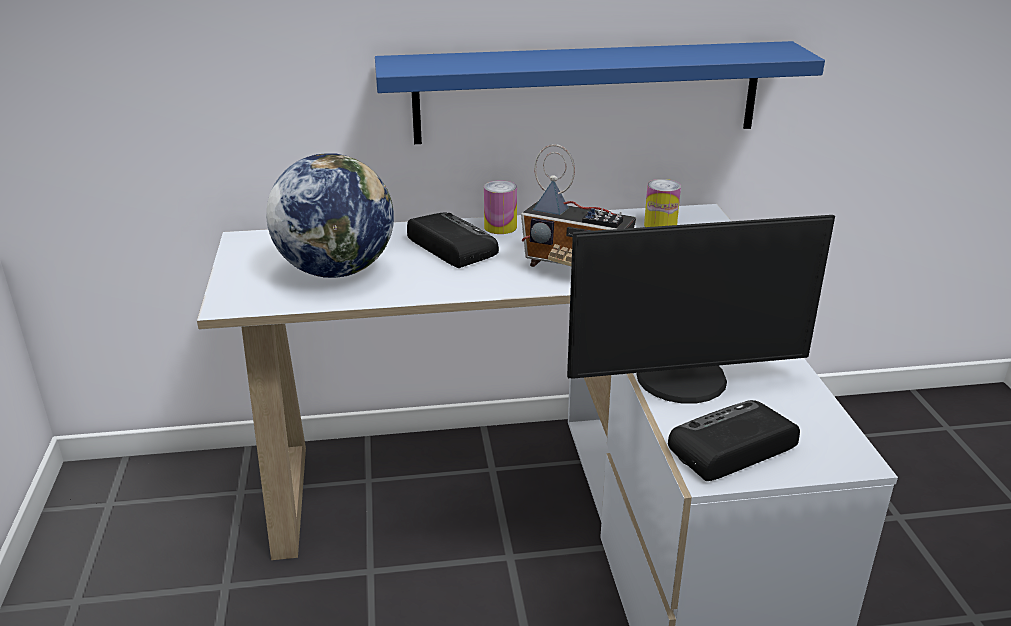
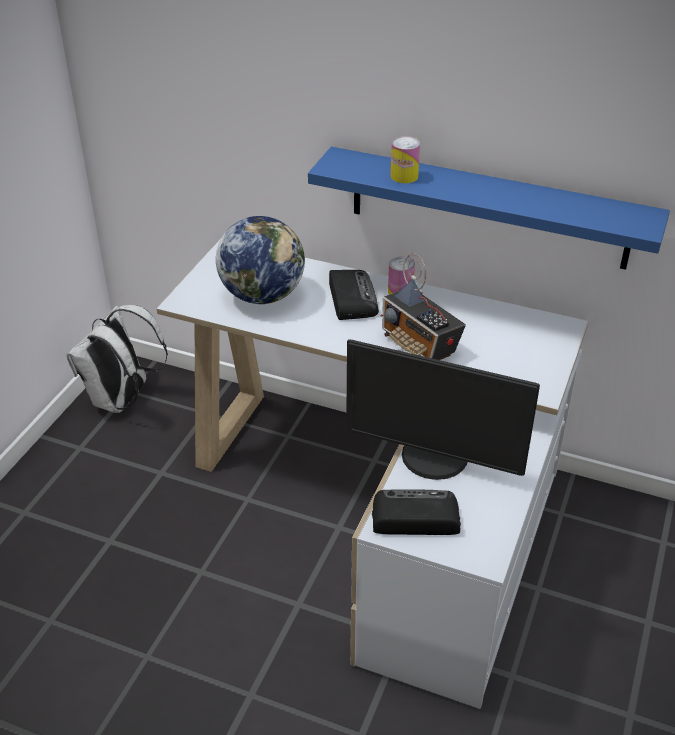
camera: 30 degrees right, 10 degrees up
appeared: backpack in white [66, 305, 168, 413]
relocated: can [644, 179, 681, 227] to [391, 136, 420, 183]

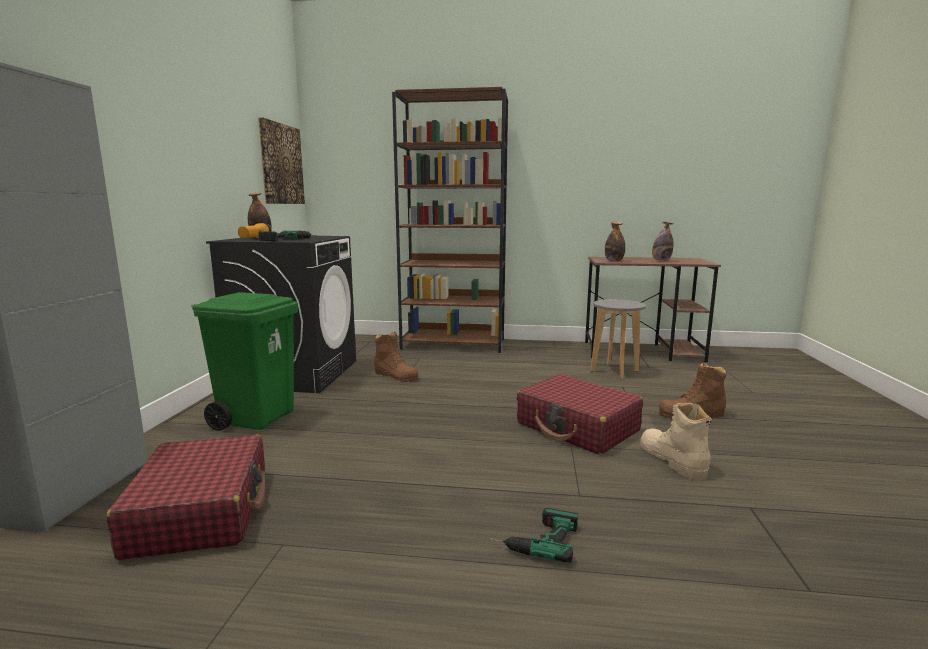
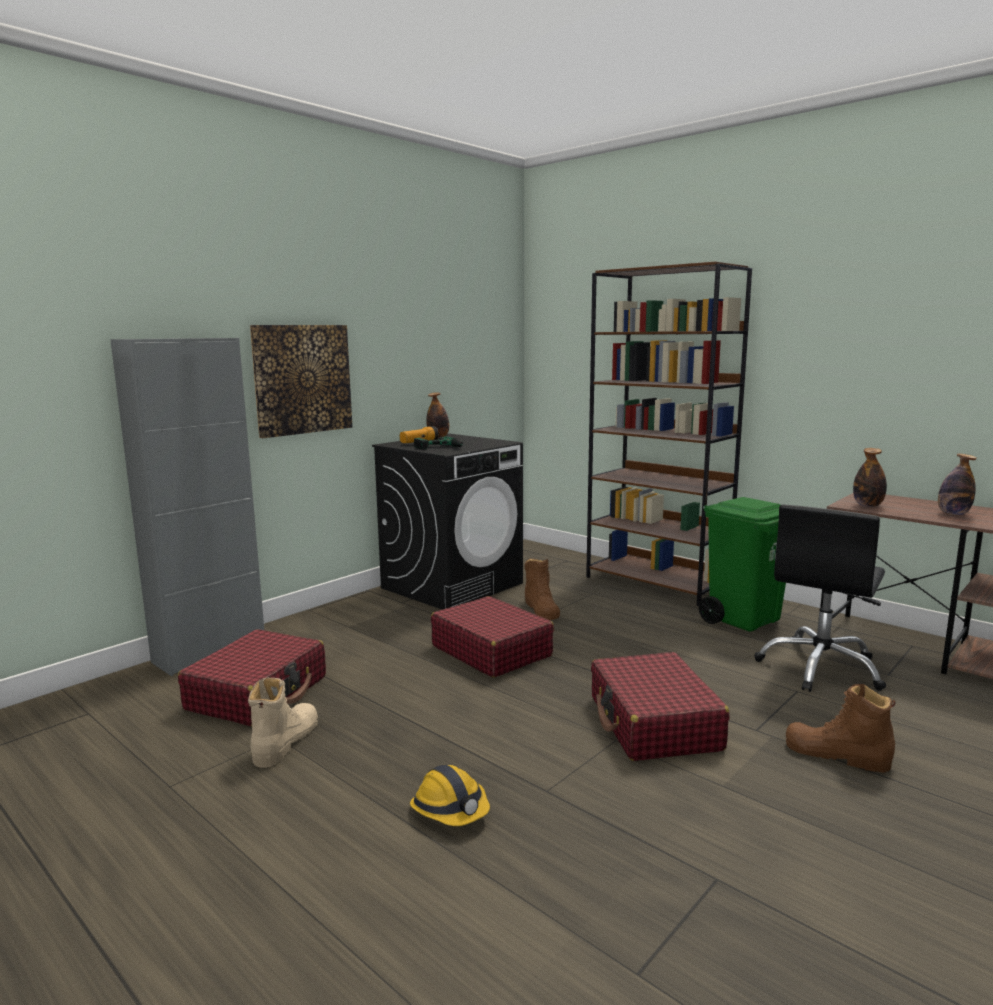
camera: 35 degrees right, 0 degrees up
appeared: suitcase in red [431, 596, 554, 677]
relocated: trash can in green [191, 292, 298, 431] to [699, 497, 786, 632]; picture [258, 118, 305, 204] to [250, 325, 352, 438]; boot in beige [640, 402, 712, 480] to [248, 677, 318, 768]
exchanged: power drill [490, 508, 578, 563] to hard hat [410, 765, 490, 826]; stool in grey [591, 299, 646, 379] to office chair in black [754, 505, 886, 692]

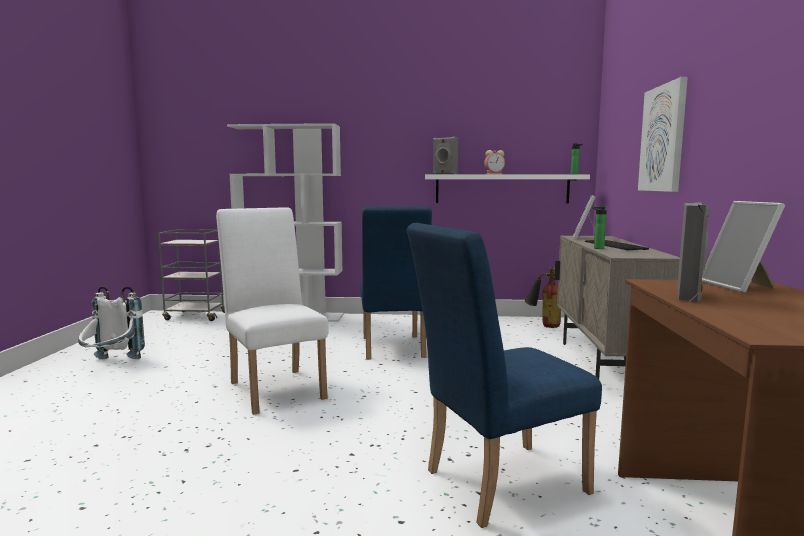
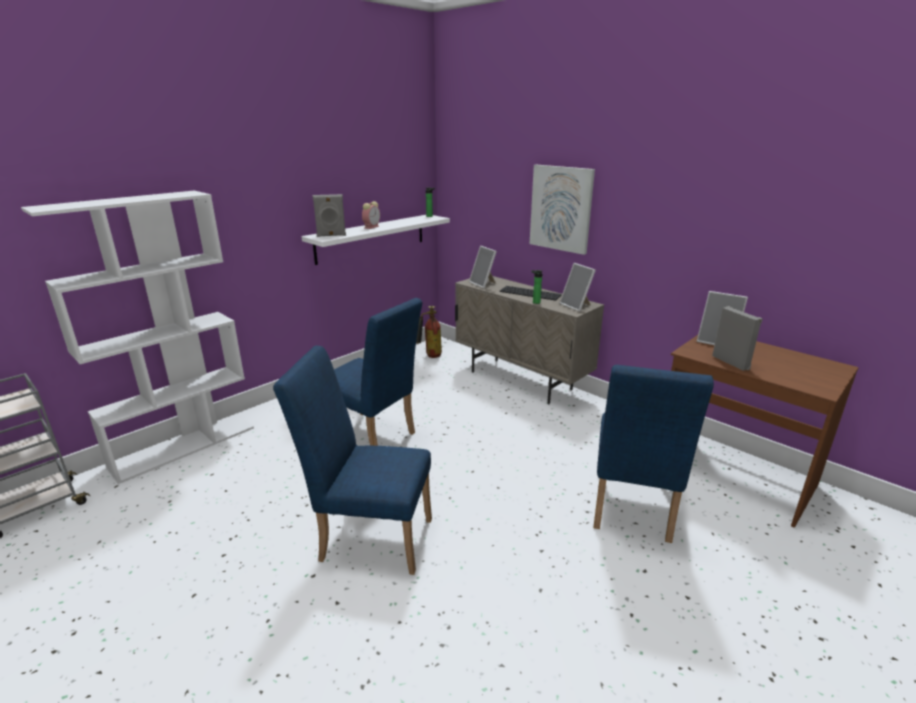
camera: 50 degrees left, 15 degrees up
missing: backpack in white [78, 286, 145, 359]
appeared: picture frame [559, 263, 596, 312]
colour: chair in white [216, 207, 328, 415] to chair in blue [273, 346, 432, 575]

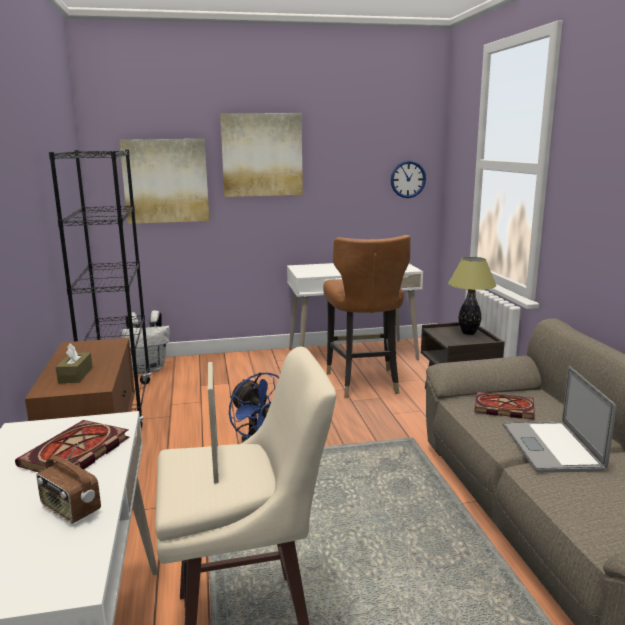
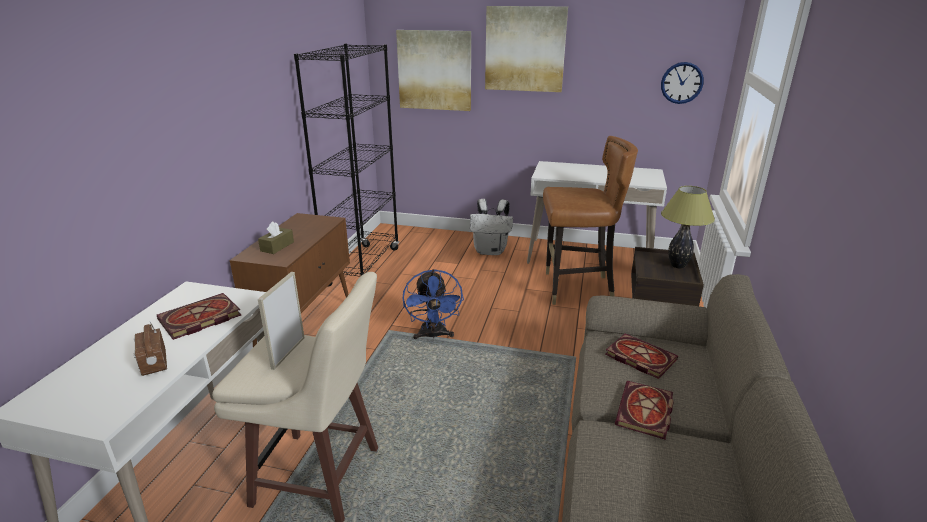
camera: 25 degrees right, 10 degrees up
relocated: backpack in white [121, 310, 170, 374] to [470, 199, 513, 255]
exchanged: laptop [503, 366, 616, 473] to book [615, 381, 673, 440]
spun: chair in brown [323, 235, 411, 398] = [543, 136, 638, 305] 105 degrees counterclockwise

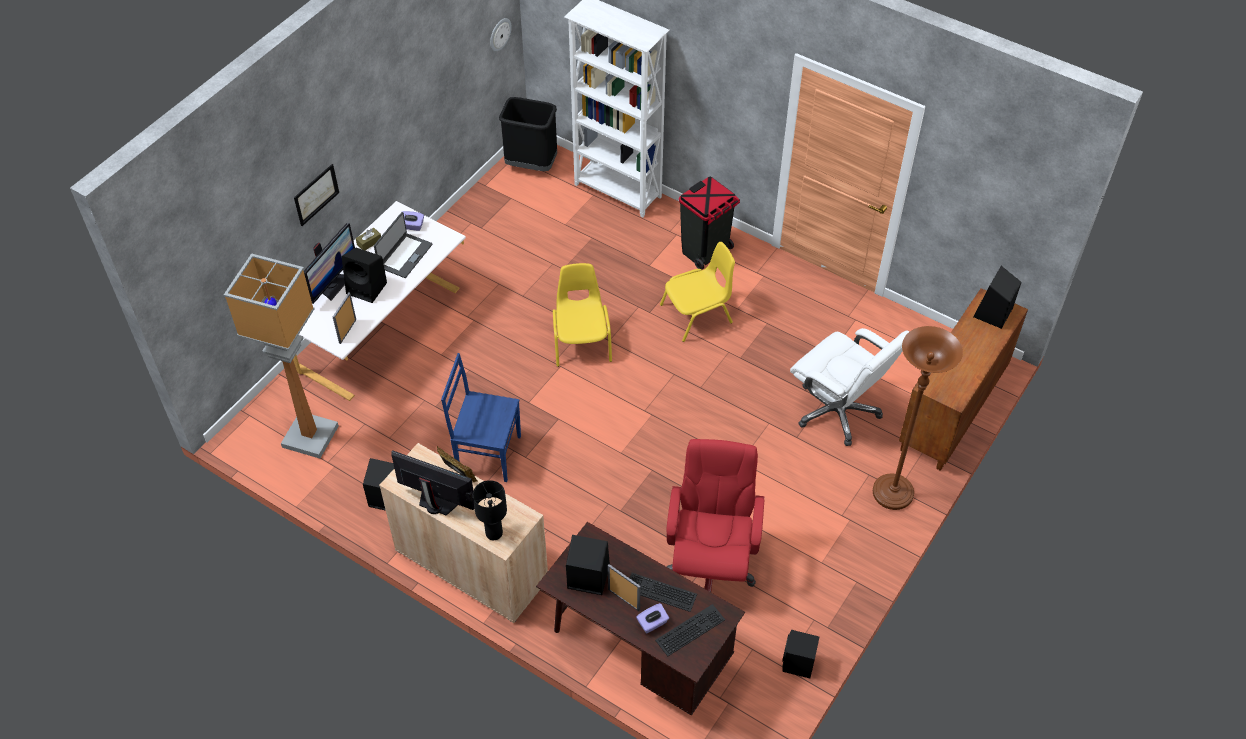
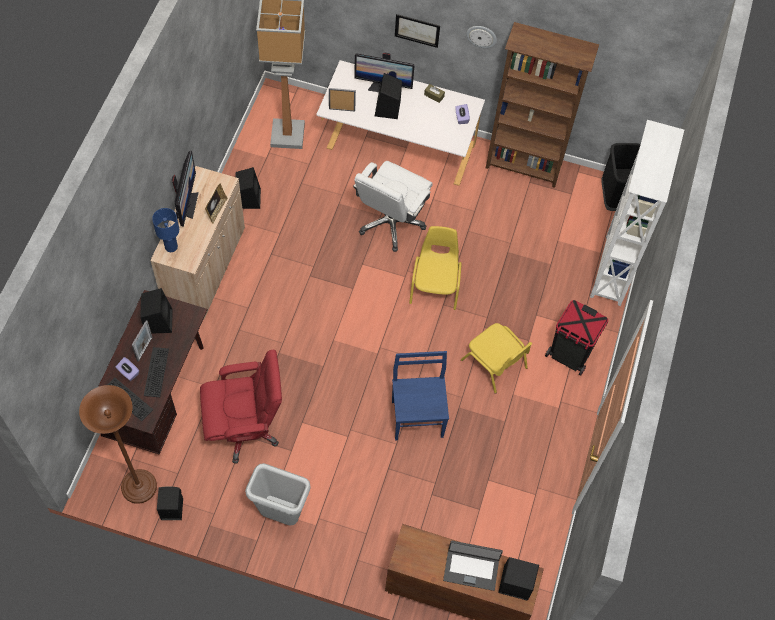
camera: 70 degrees right, 10 degrees up
appeared: trash can in grey [245, 463, 311, 526]; bookcase in brown [486, 22, 599, 188]
relocated: laptop [374, 212, 433, 278] to [443, 541, 503, 591]; chair in blue [441, 353, 521, 482] to [392, 351, 449, 440]; wall clock [490, 18, 512, 51] to [466, 26, 497, 48]; office chair in white [790, 328, 910, 446] to [353, 161, 433, 252]; floor lamp in brown [873, 326, 963, 510] to [79, 385, 157, 504]
colour: table lamp in black [473, 480, 507, 540] to table lamp in blue [152, 208, 179, 252]
spun: chair in yellow [553, 263, 612, 367] = [409, 226, 461, 310] 60 degrees counterclockwise

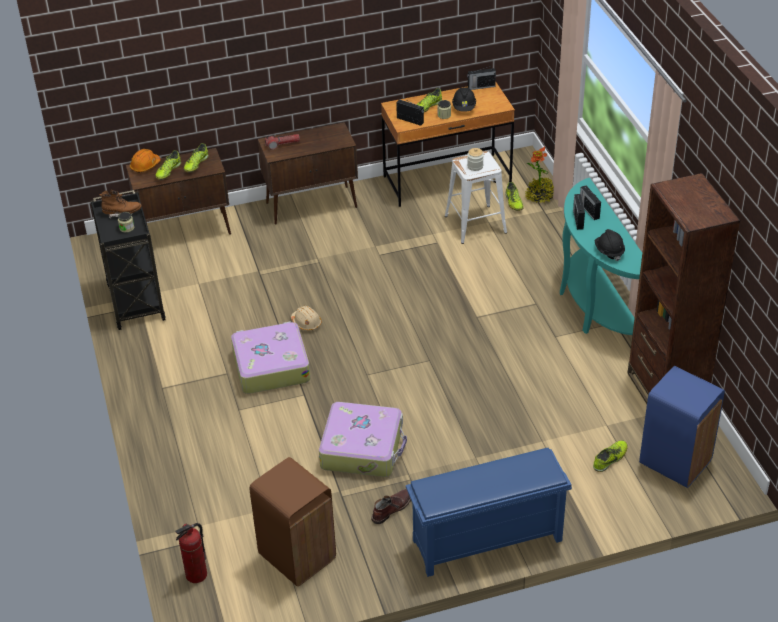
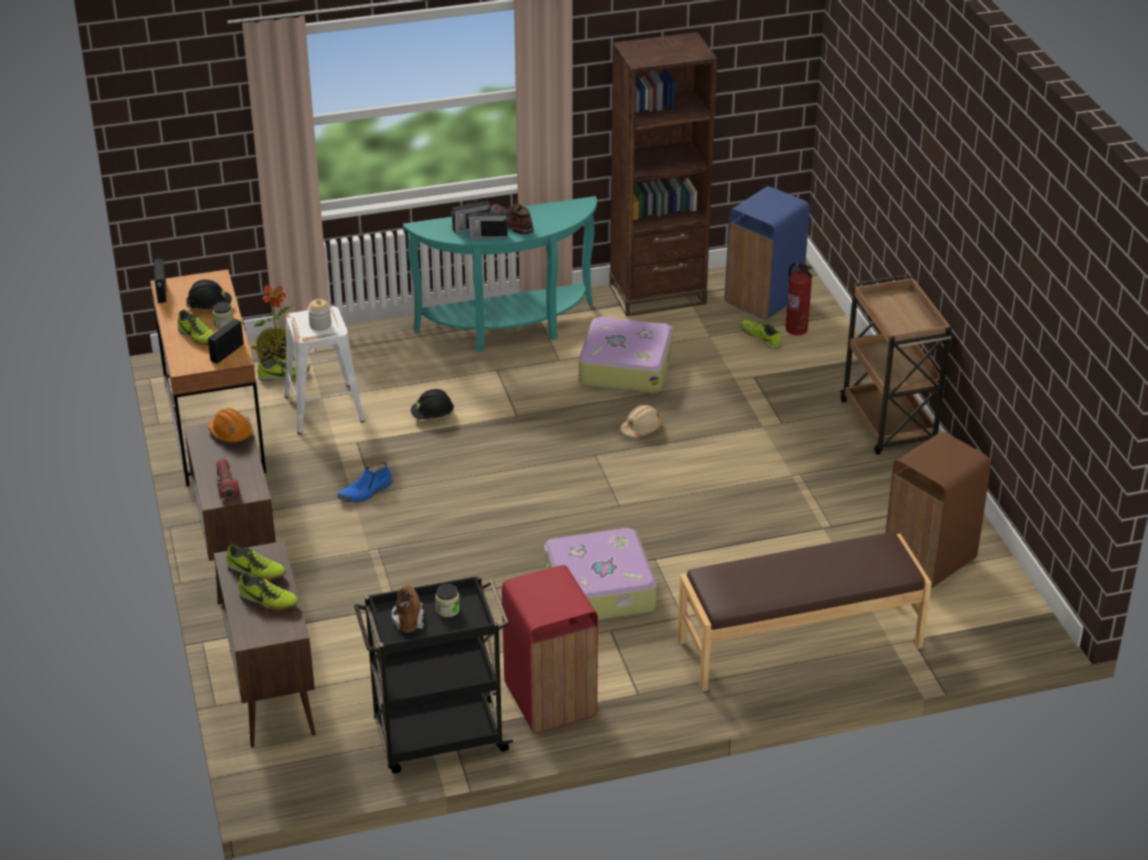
camera: 90 degrees left, 5 degrees down
appeared: boot in blue [337, 462, 393, 502]; trash can in red [502, 565, 598, 733]; bench in brown [678, 532, 932, 691]
relocated: hard hat in orange [130, 149, 161, 173] to [208, 408, 252, 443]; fire extinguisher [175, 523, 207, 583] to [786, 262, 813, 335]; hard hat in beige [291, 306, 321, 331] to [620, 405, 662, 437]; suitcase [319, 402, 407, 477] to [579, 316, 673, 393]; boot in brown [371, 489, 411, 524] to [490, 203, 534, 235]; hard hat in black [595, 229, 625, 261] to [411, 389, 454, 419]
exchanged: shoe rack in blue [406, 448, 572, 577] to cart in brown [840, 275, 952, 455]

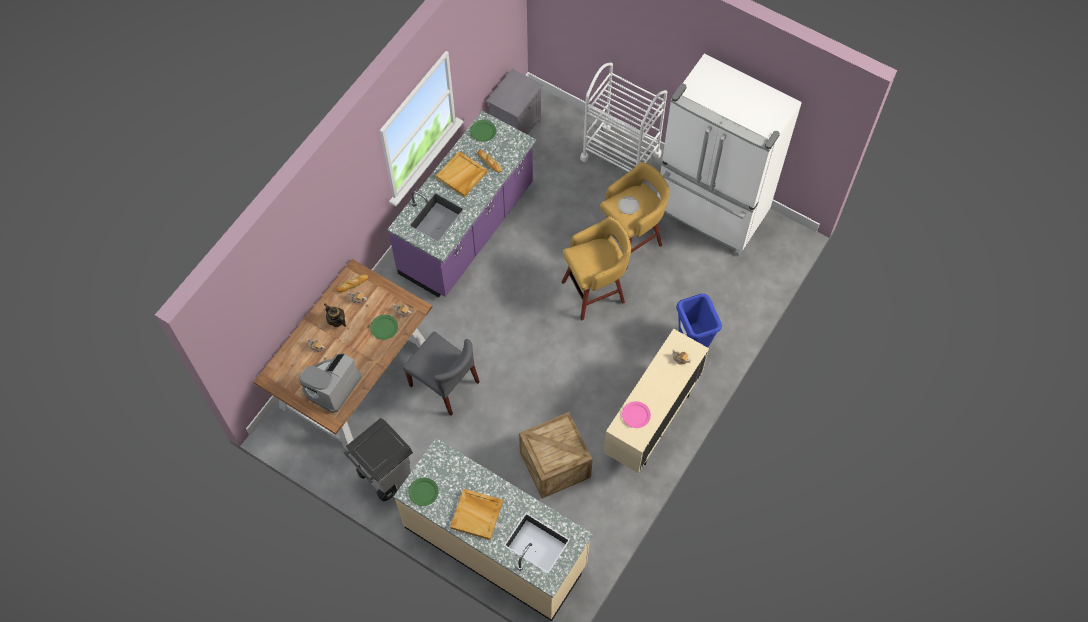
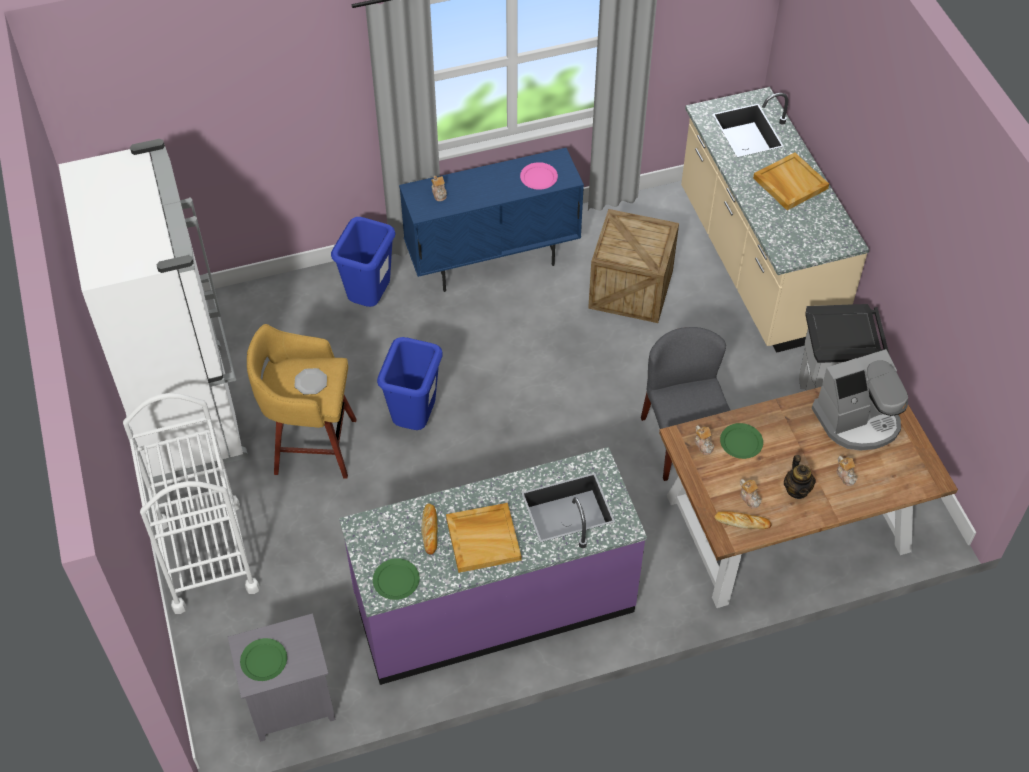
camera: 140 degrees left, 10 degrees down
relocated: plate in green [409, 478, 438, 506] to [240, 638, 287, 681]
exchanged: stool in yellow [562, 216, 631, 321] to trash can in blue [377, 337, 443, 430]
colour: cabinet in beige [603, 329, 709, 473] to cabinet in blue [399, 148, 584, 292]

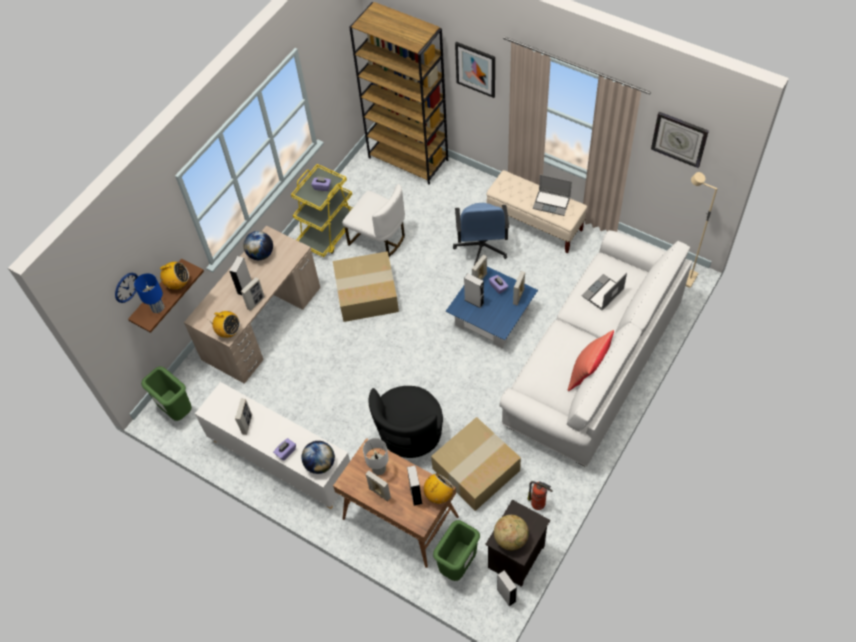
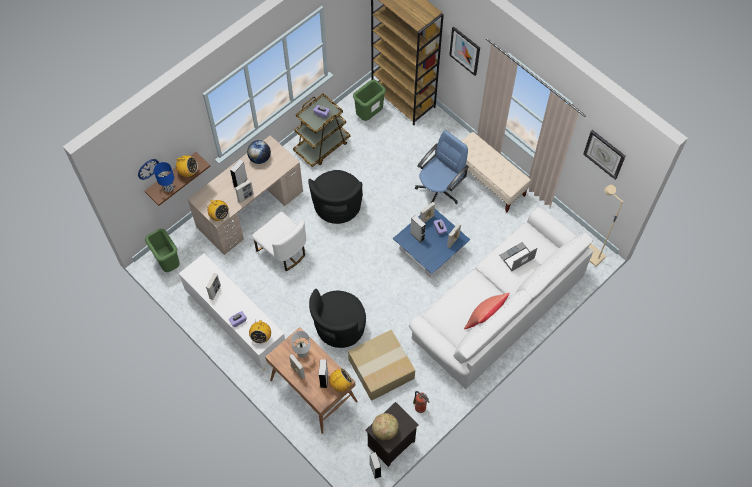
camera: 10 degrees right, 5 degrees up
missing: laptop [533, 174, 572, 216]
relocated: chair in white [342, 184, 405, 257] to [252, 212, 306, 271]; trash can in green [433, 520, 480, 581] to [353, 80, 386, 121]
exchanged: globe [302, 441, 335, 474] to radio [249, 320, 271, 344]; cardboard box [333, 251, 399, 322] to armchair in black [308, 170, 363, 224]
colour: cart in yellow [291, 164, 353, 257] to cart in brown [293, 93, 350, 167]
spun: office chair in blue [453, 203, 509, 265] = [415, 131, 469, 204] 150 degrees counterclockwise

